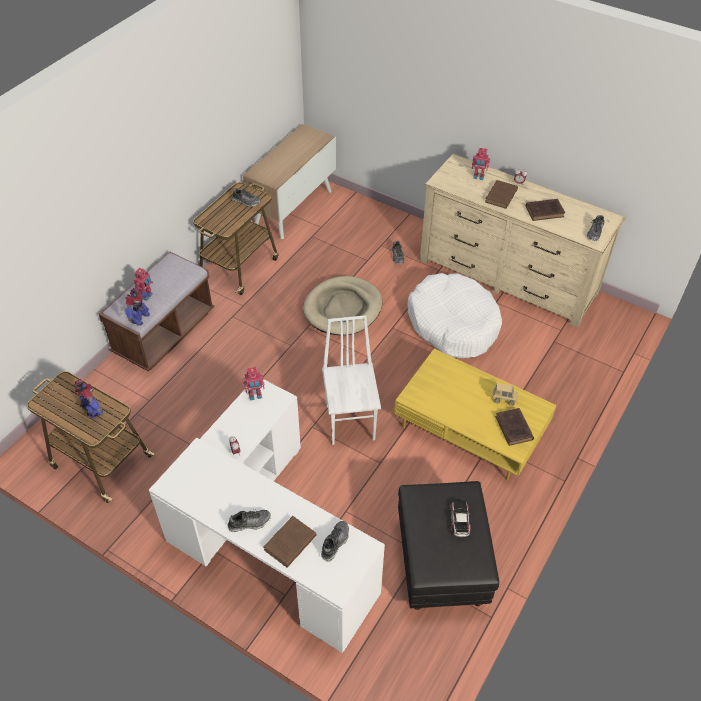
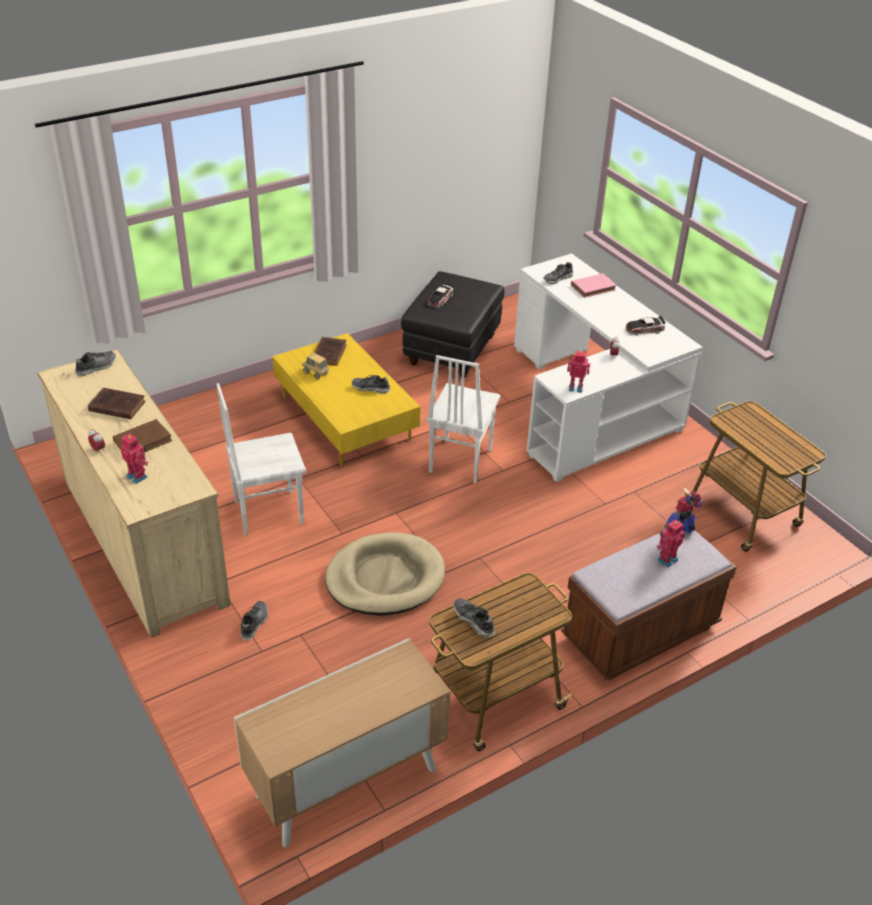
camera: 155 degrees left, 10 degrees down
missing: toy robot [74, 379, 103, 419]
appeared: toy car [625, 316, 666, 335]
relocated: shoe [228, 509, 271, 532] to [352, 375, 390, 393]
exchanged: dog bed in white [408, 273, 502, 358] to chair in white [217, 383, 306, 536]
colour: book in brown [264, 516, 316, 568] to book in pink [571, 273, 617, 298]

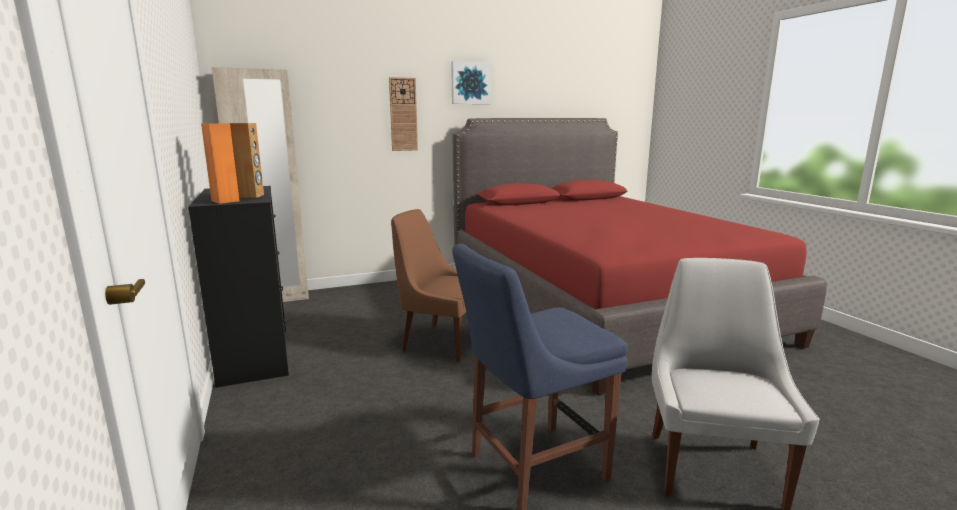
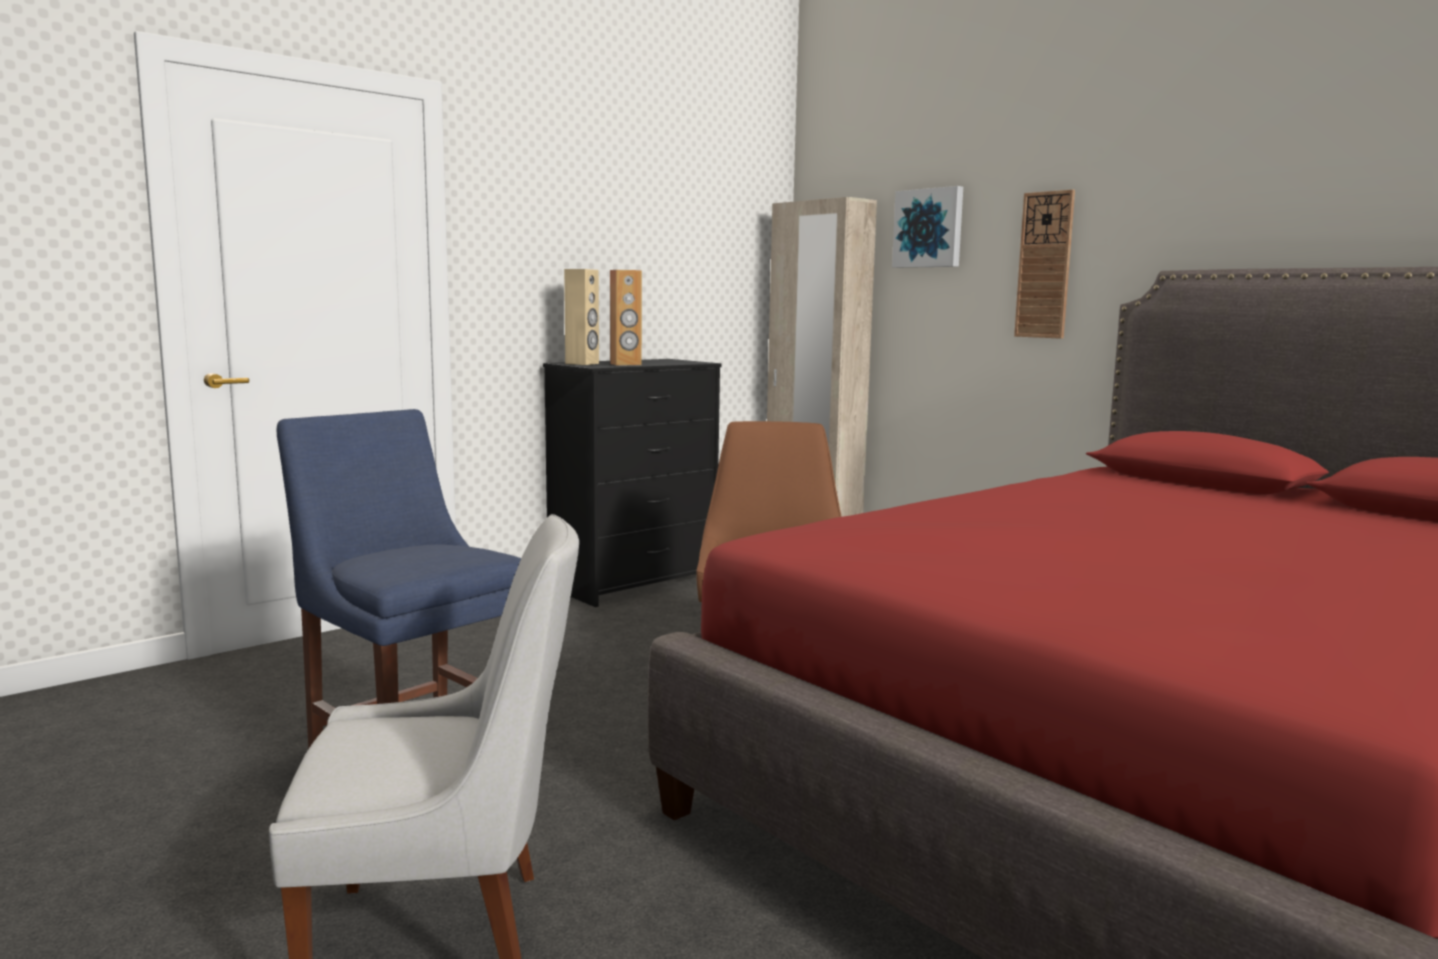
camera: 70 degrees right, 5 degrees down
relocated: picture [451, 61, 491, 104] to [892, 186, 963, 268]
colour: speaker in orange [201, 123, 239, 204] to speaker in beige [564, 269, 599, 365]

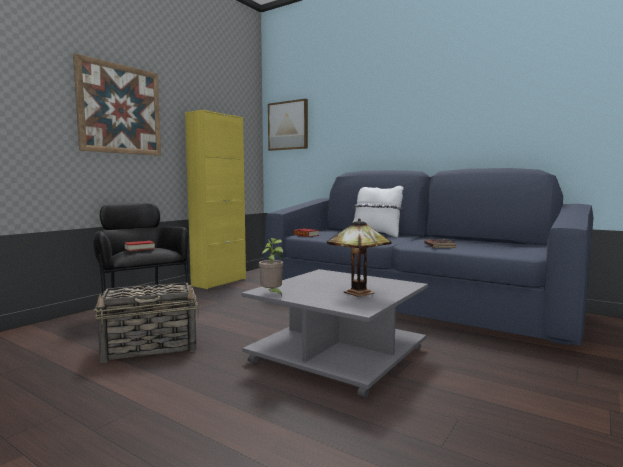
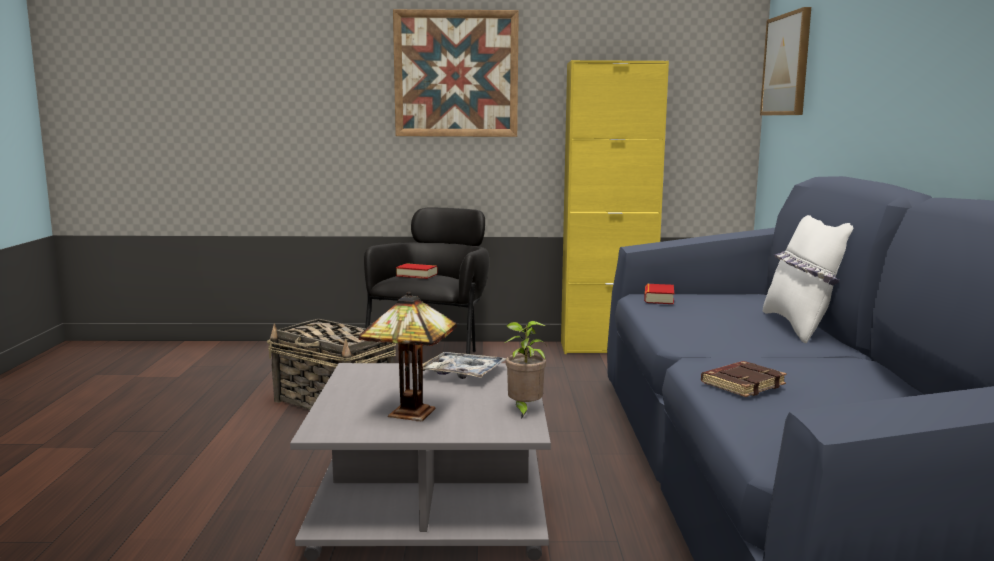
camera: 55 degrees right, 5 degrees up
appeared: tray [417, 352, 506, 379]
relocated: potted plant [259, 238, 283, 297] to [504, 321, 547, 419]

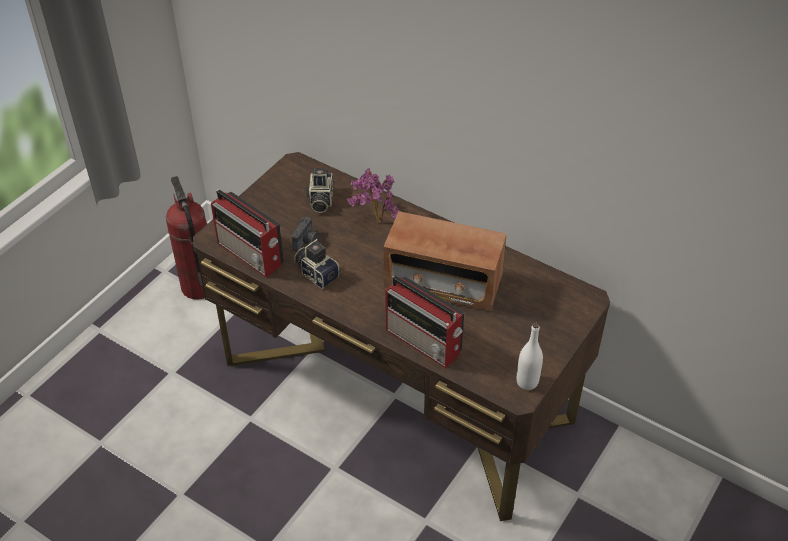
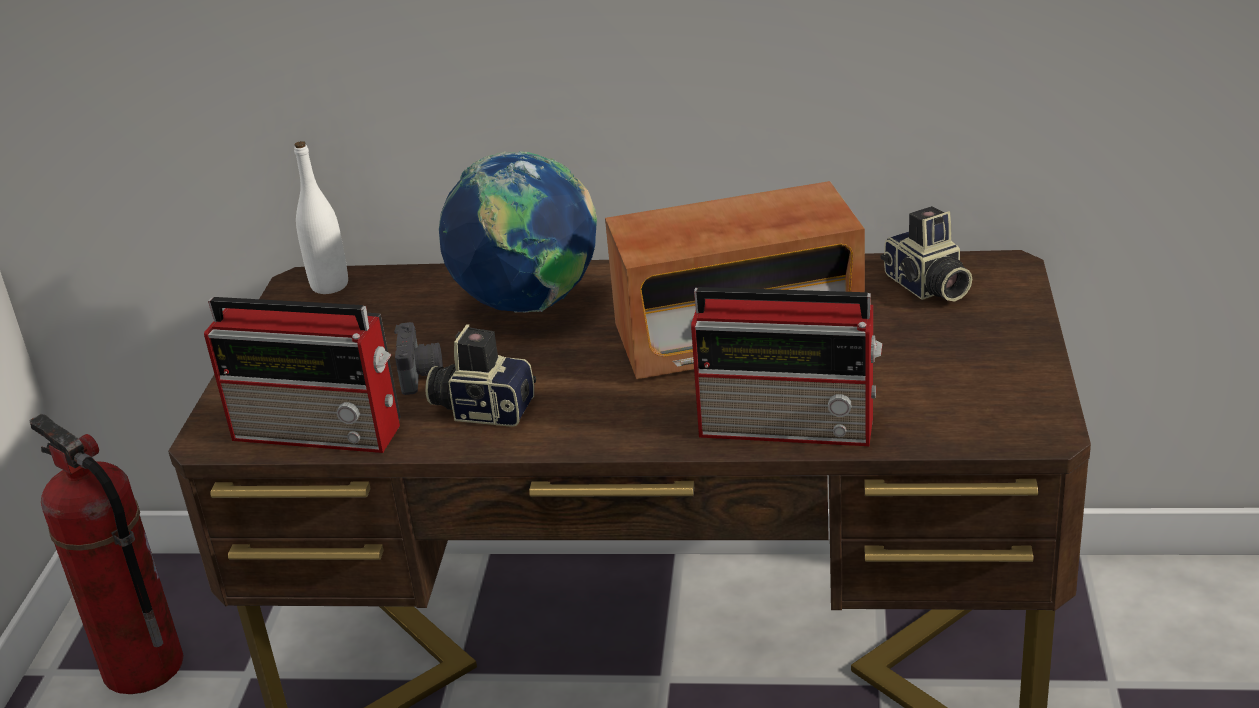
camera: 25 degrees left, 15 degrees down
relocated: photo camera [306, 168, 333, 213] to [880, 206, 972, 302]; bottle in white [517, 323, 543, 390] to [294, 141, 348, 294]
exchanged: potted plant [347, 168, 401, 223] to globe [439, 151, 597, 313]

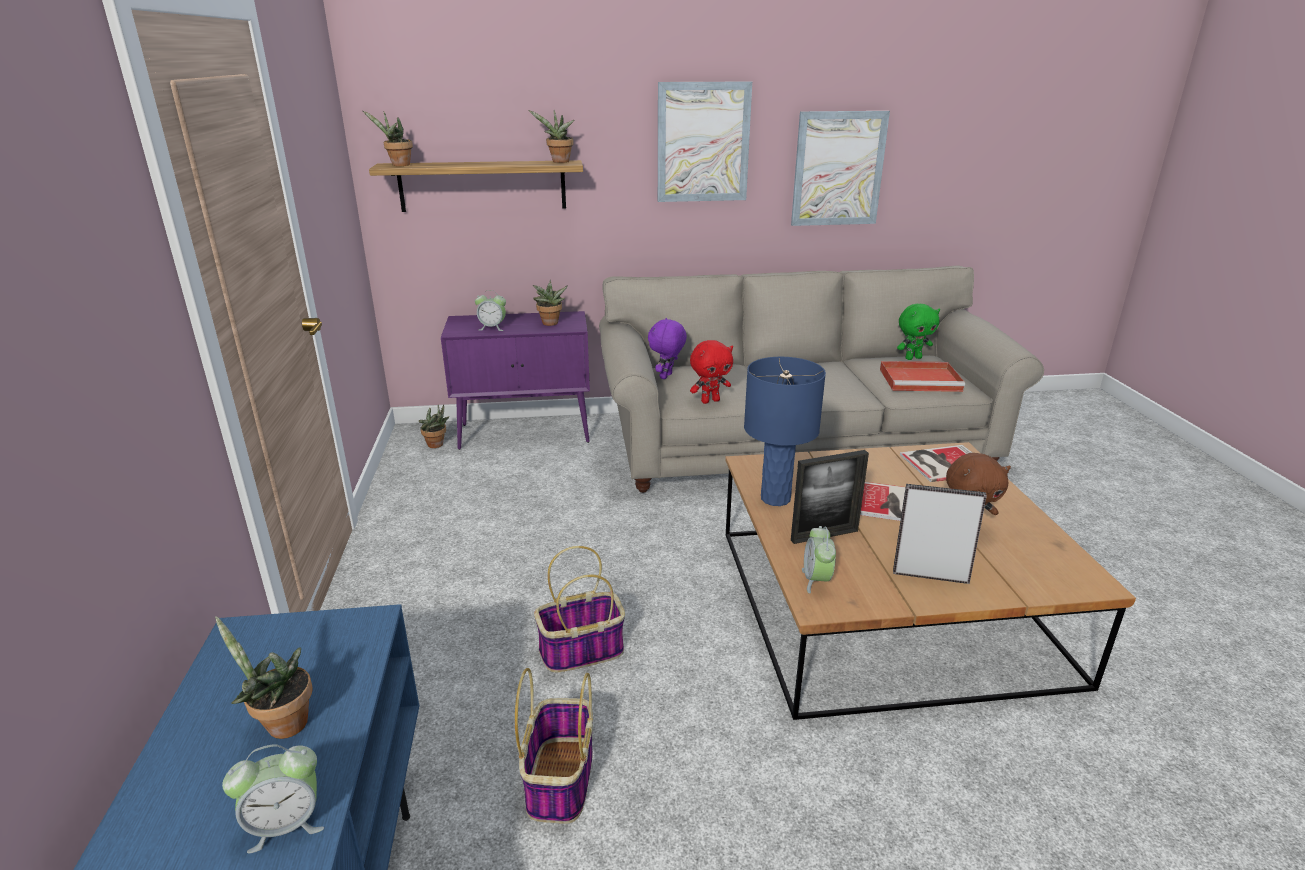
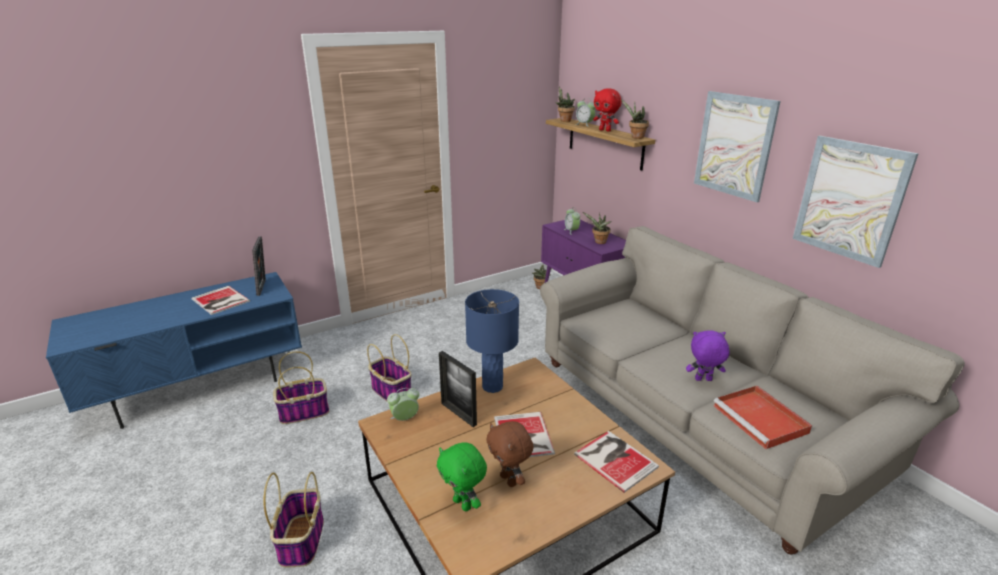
camera: 65 degrees right, 0 degrees up
appeared: basket [264, 472, 324, 567]
relocated: alarm clock [222, 744, 324, 854] to [576, 100, 595, 127]; plush toy in purple [648, 318, 687, 379] to [686, 330, 730, 381]; plush toy in red [690, 340, 733, 404] to [593, 88, 622, 132]; picture frame [893, 484, 987, 584] to [252, 236, 266, 296]; plush toy in green [897, 304, 940, 360] to [437, 442, 487, 511]
exchanged: potted plant [215, 616, 313, 739] to book [191, 286, 250, 315]

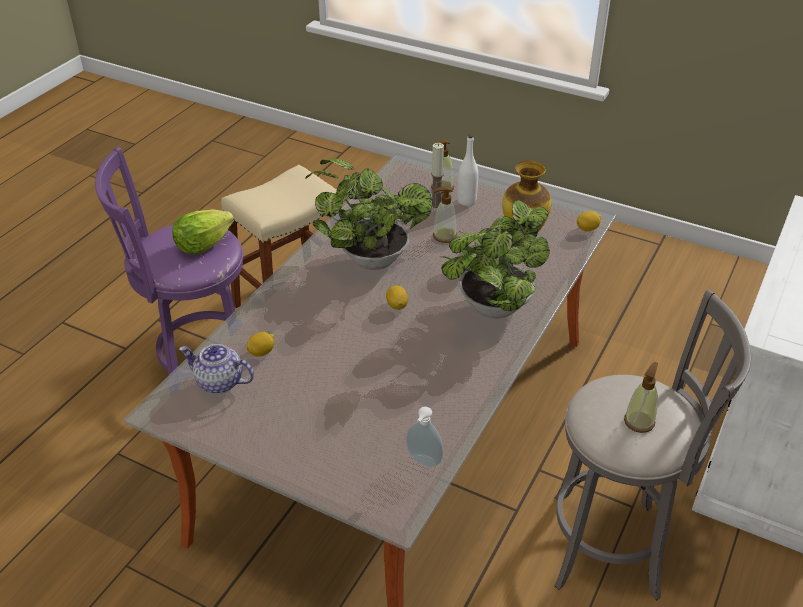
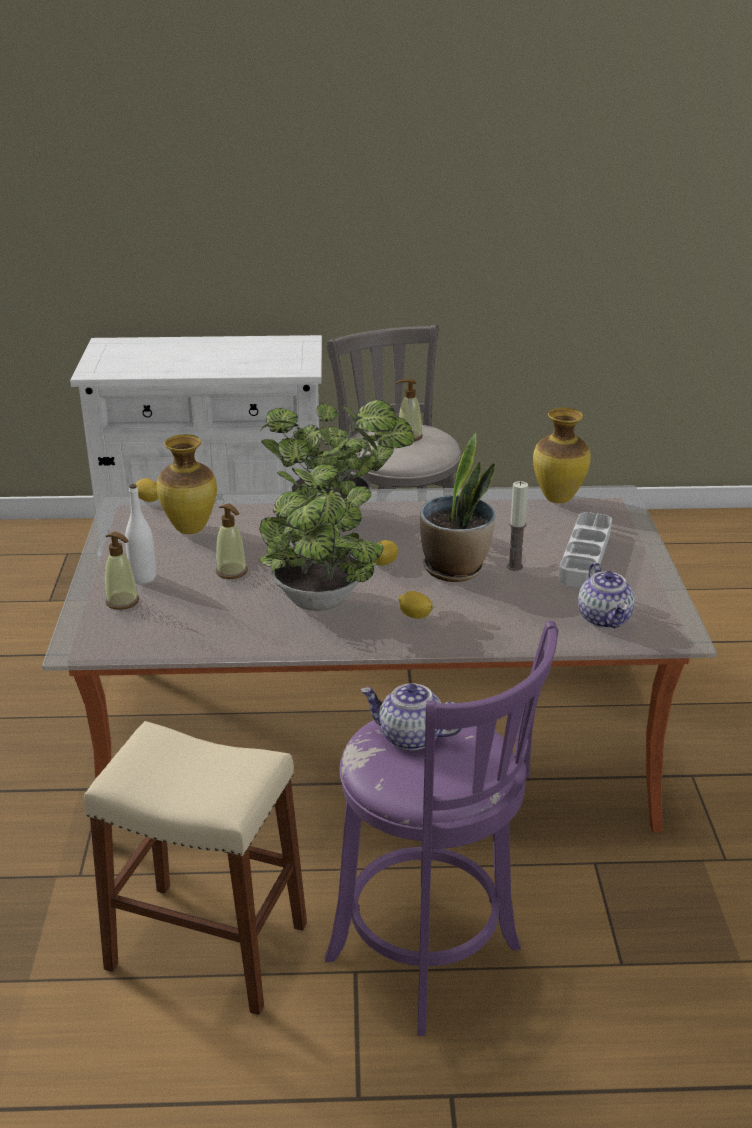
camera: 120 degrees left, 10 degrees down
appeared: potted plant [420, 433, 496, 582]; tray in grey [558, 512, 612, 588]
relocated: lemon [246, 332, 274, 357] to [398, 591, 433, 619]; candle [431, 143, 444, 208] to [507, 481, 528, 571]
exchanged: lettuce [172, 209, 234, 254] to teapot [360, 684, 462, 750]; soap dispenser [406, 407, 443, 467] to vase [533, 407, 591, 503]

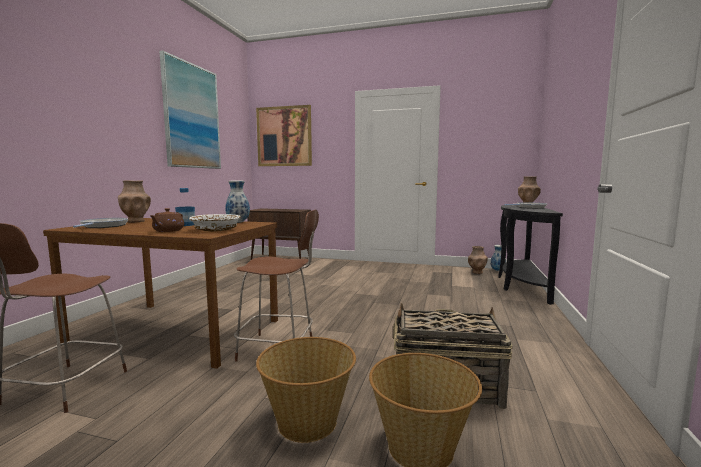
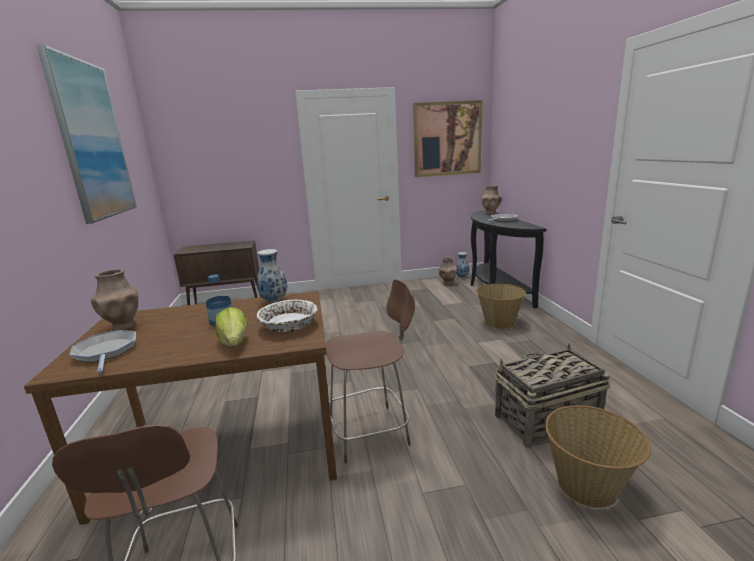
camera: 25 degrees left, 10 degrees up
relocated: picture [256, 105, 312, 166] to [413, 100, 483, 177]; basket [256, 337, 356, 443] to [476, 284, 526, 329]
exchanged: teapot in brown [150, 208, 184, 232] to lettuce [215, 307, 248, 346]

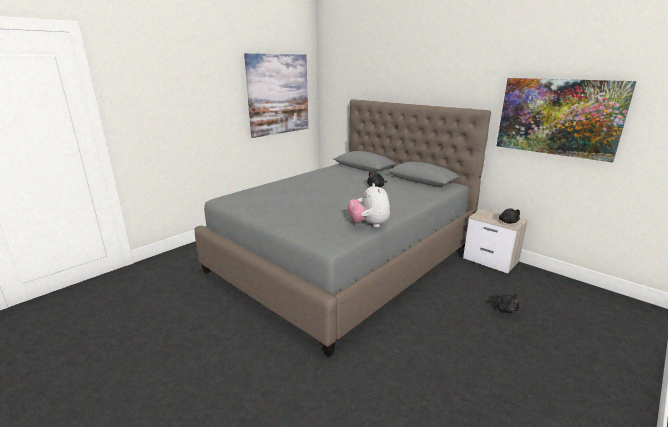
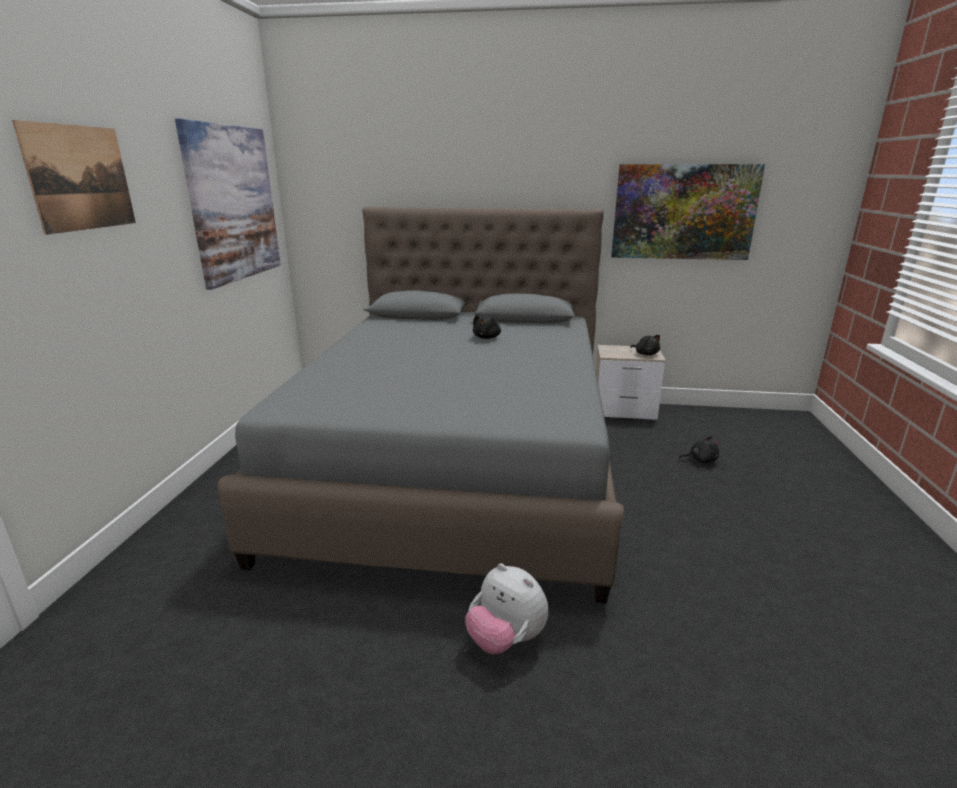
camera: 35 degrees left, 0 degrees up
appeared: picture [12, 120, 136, 235]
relocated: plush toy [348, 183, 390, 227] to [465, 563, 548, 654]

